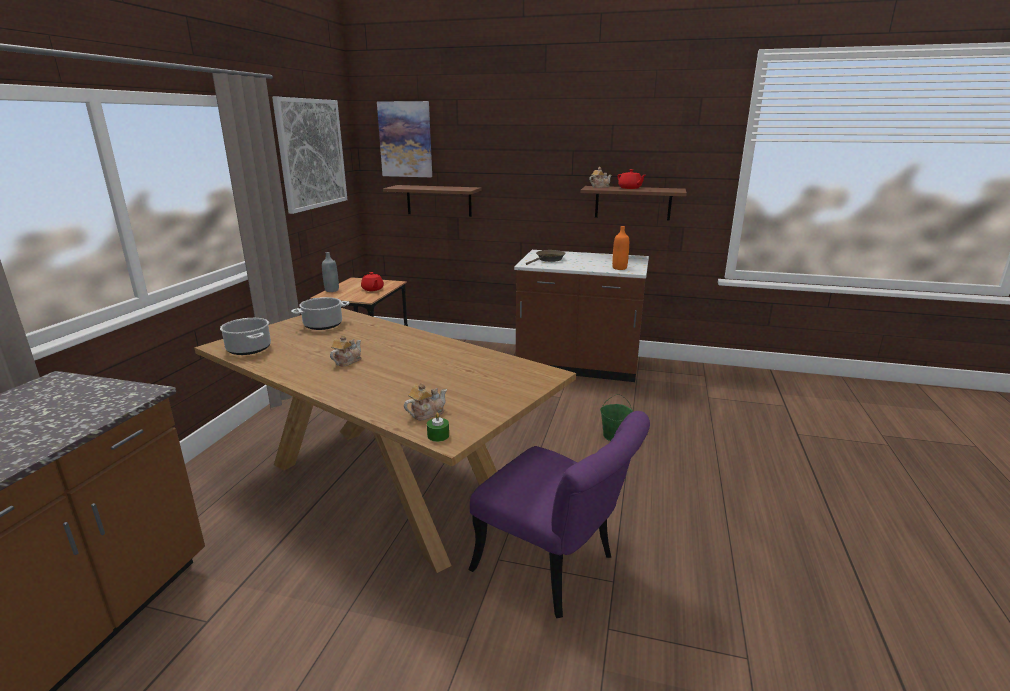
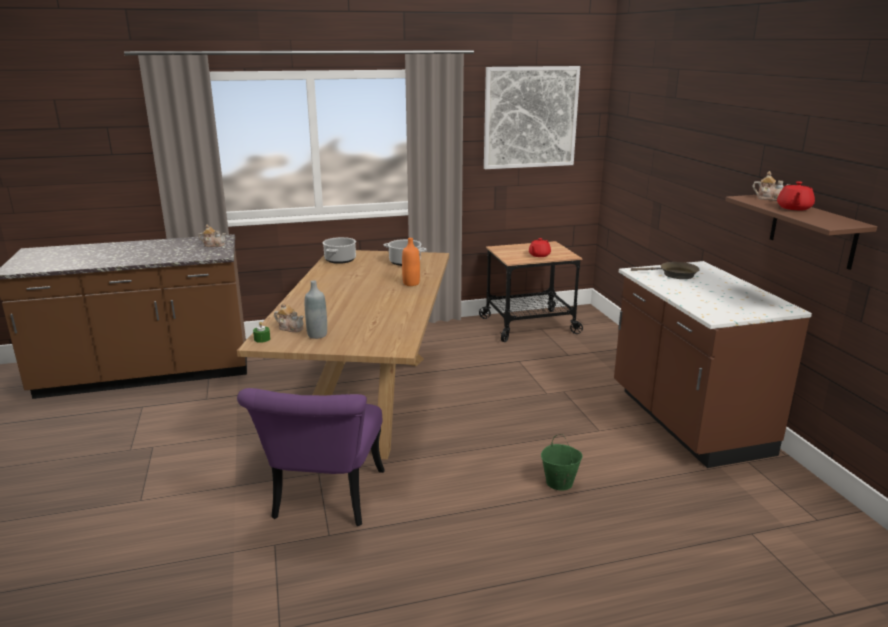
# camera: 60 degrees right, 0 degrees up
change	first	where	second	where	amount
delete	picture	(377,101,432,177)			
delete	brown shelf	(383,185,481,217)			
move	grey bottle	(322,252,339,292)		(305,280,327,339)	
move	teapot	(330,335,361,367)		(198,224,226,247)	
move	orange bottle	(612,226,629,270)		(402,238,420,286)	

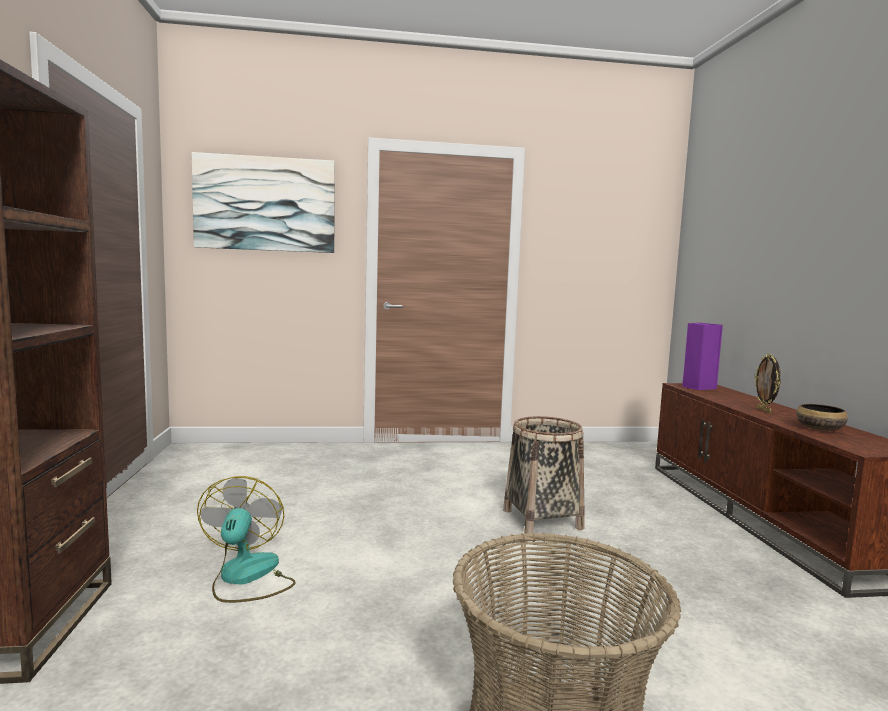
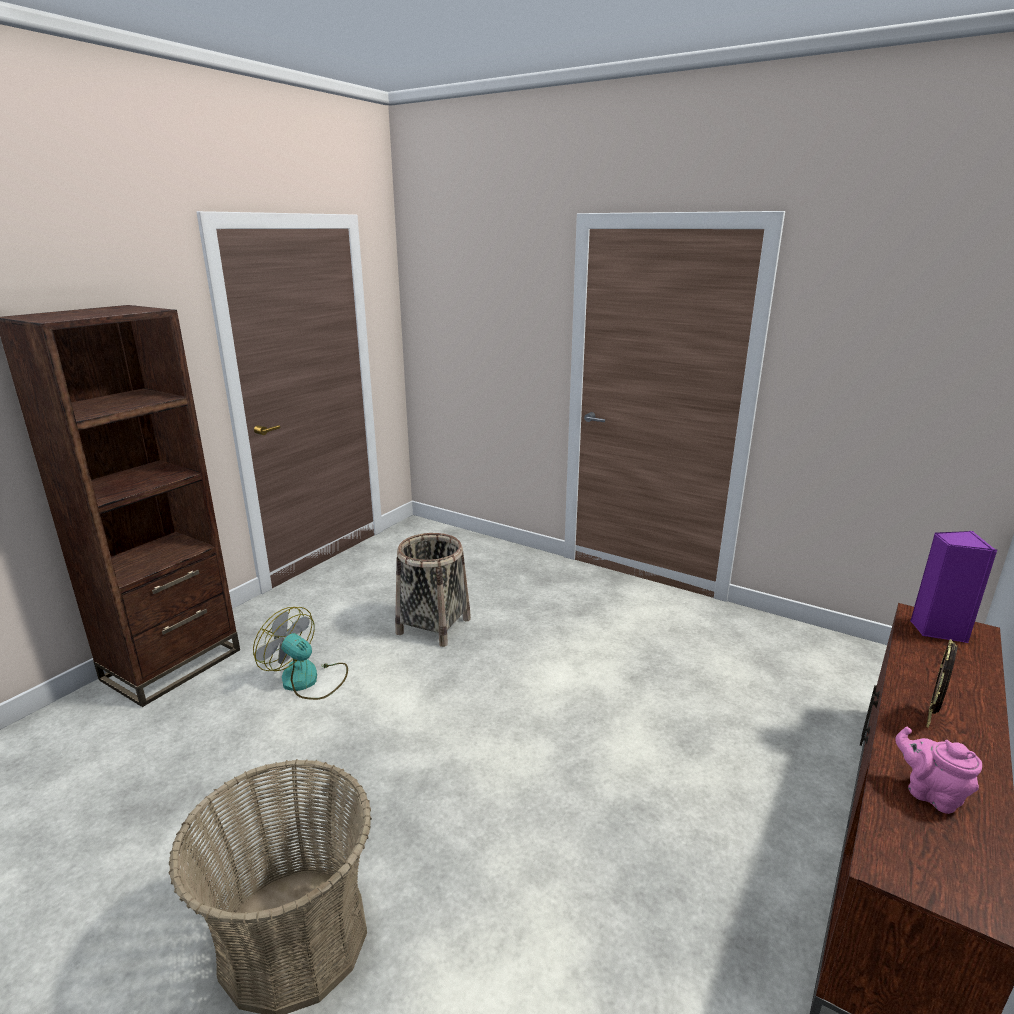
# camera: 40 degrees right, 15 degrees up
change	first	where	second	where	amount
delete	picture	(192,152,335,253)			
move	basket	(503,416,585,534)		(395,533,471,647)	
replace	bowl	(796,404,848,431)	pink teapot	(895,727,982,814)	
rotate	fan	(197,476,296,603)		(253,607,348,700)	90 degrees counterclockwise

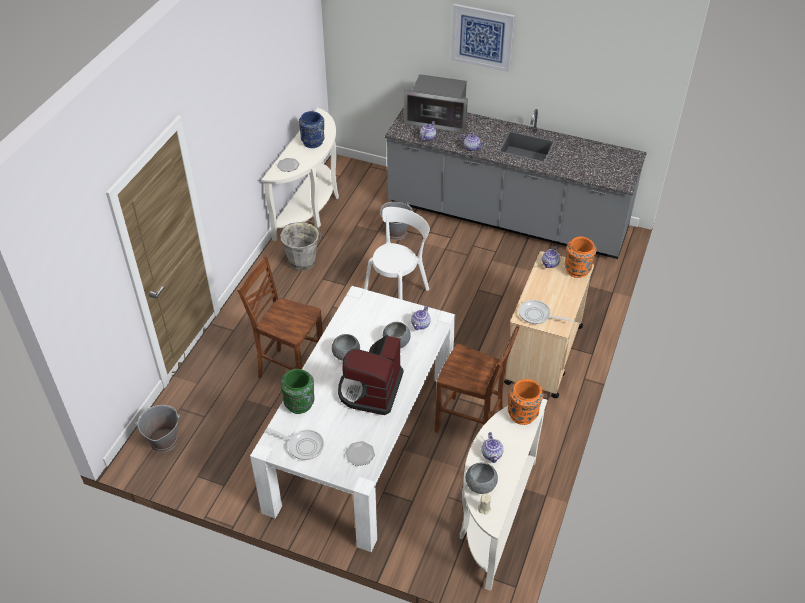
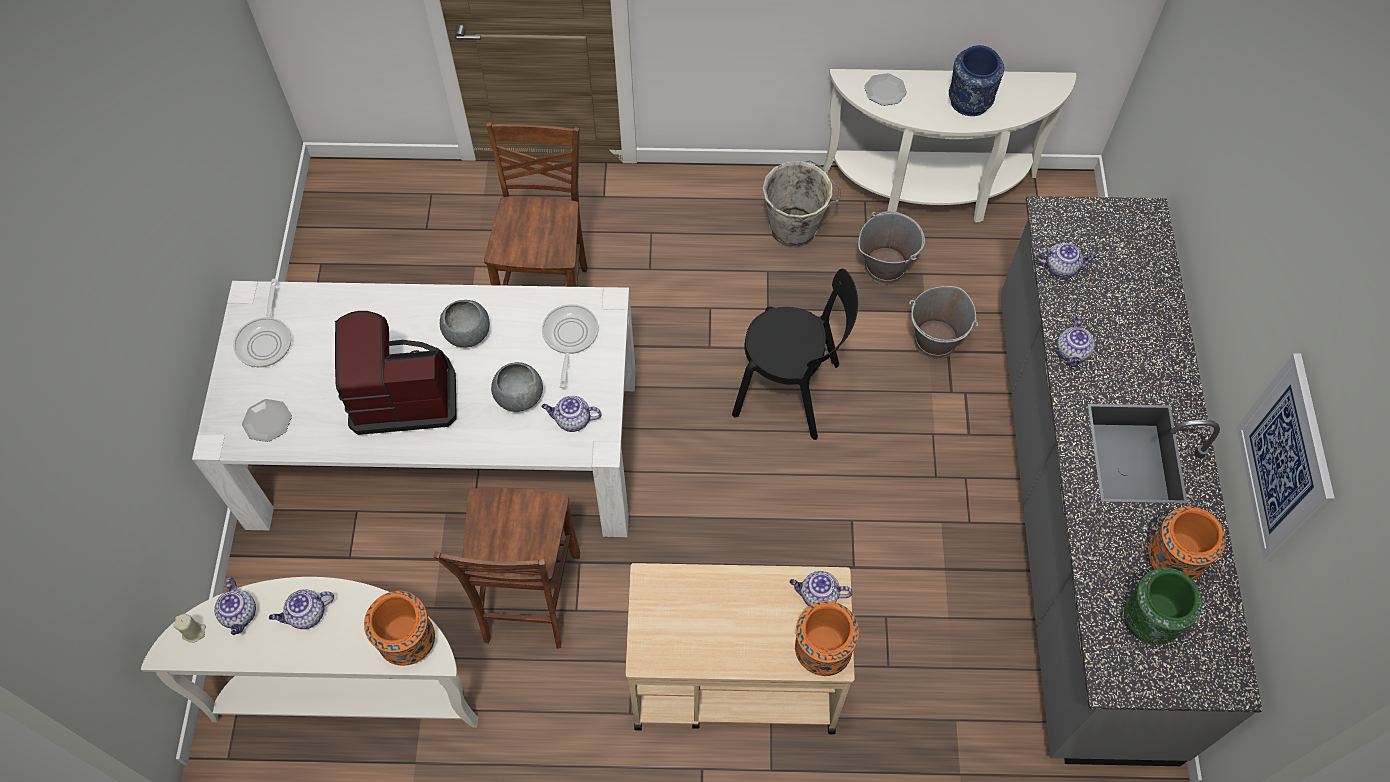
# camera: 70 degrees right, 15 degrees up
change	first	where	second	where	amount
delete	microwave	(404,74,468,133)			
insert			orange vase	(1148,507,1226,580)	
move	grey bucket	(135,405,180,452)		(858,211,925,285)	
move	green vase	(281,369,315,414)		(1124,568,1202,644)	
move	picture	(451,4,515,72)		(1237,353,1335,561)	
move	frying pan	(519,300,573,324)		(542,304,599,388)	
replace	grey bowl	(466,463,498,494)	teapot	(214,577,256,635)	
recolor	white chair	(364,207,430,300)	black chair	(732,269,858,440)	

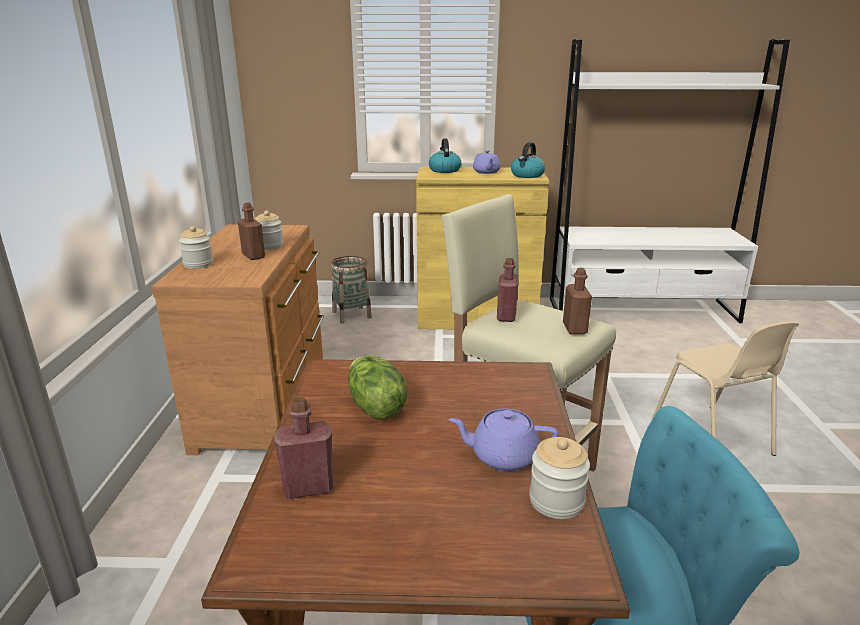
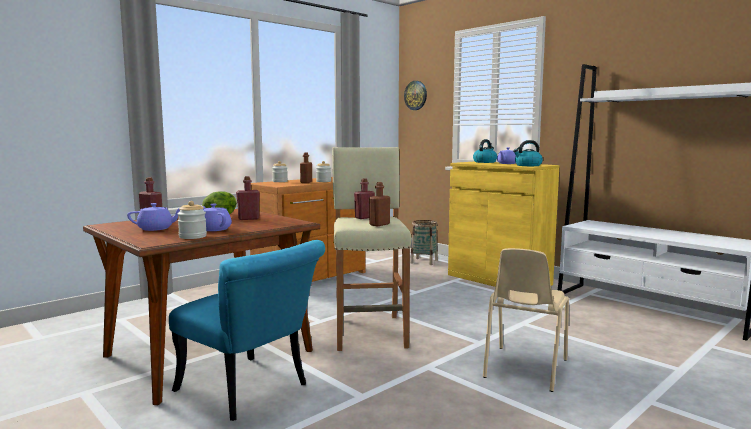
# camera: 45 degrees right, 15 degrees down
change	first	where	second	where	amount
insert			purple teapot	(127,203,180,231)	
insert			red bottle	(236,176,260,220)	
insert			wall clock	(404,81,427,110)	

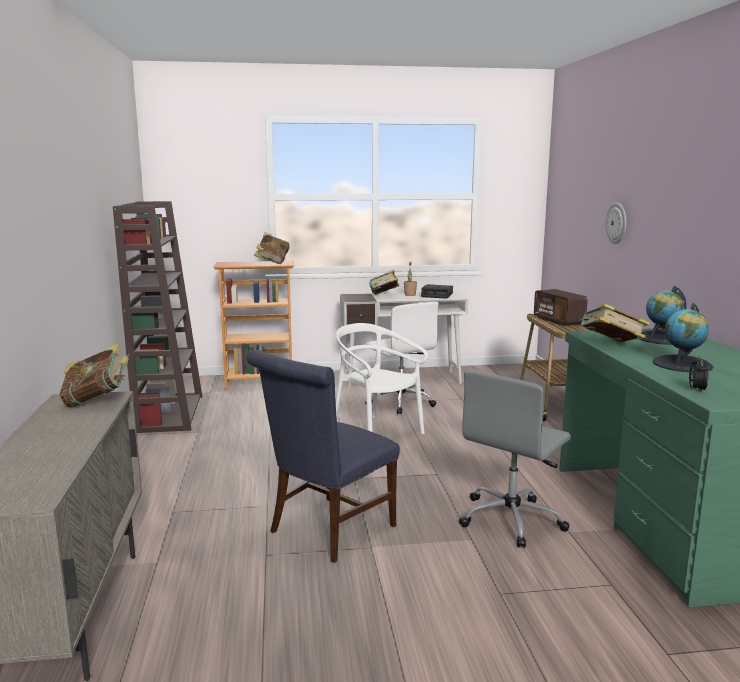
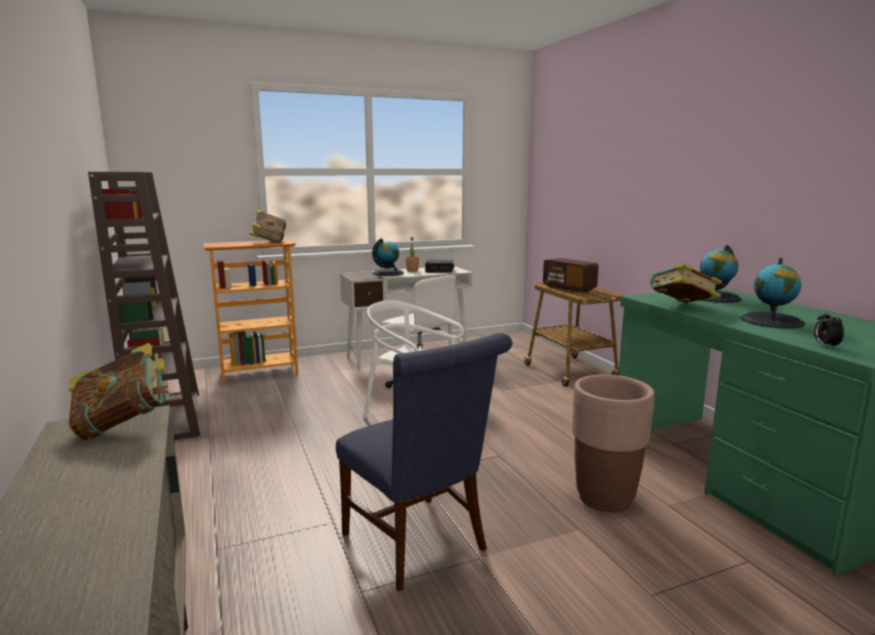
# camera: 15 degrees left, 0 degrees up
change	first	where	second	where	amount
delete	wall clock	(606,202,626,244)			
replace	book	(369,269,399,295)	globe	(372,238,404,276)	
replace	grey office chair	(459,371,571,548)	brown planter	(572,374,655,512)	
rotate	blue chair	(246,350,400,563)		(336,333,512,591)	60 degrees counterclockwise

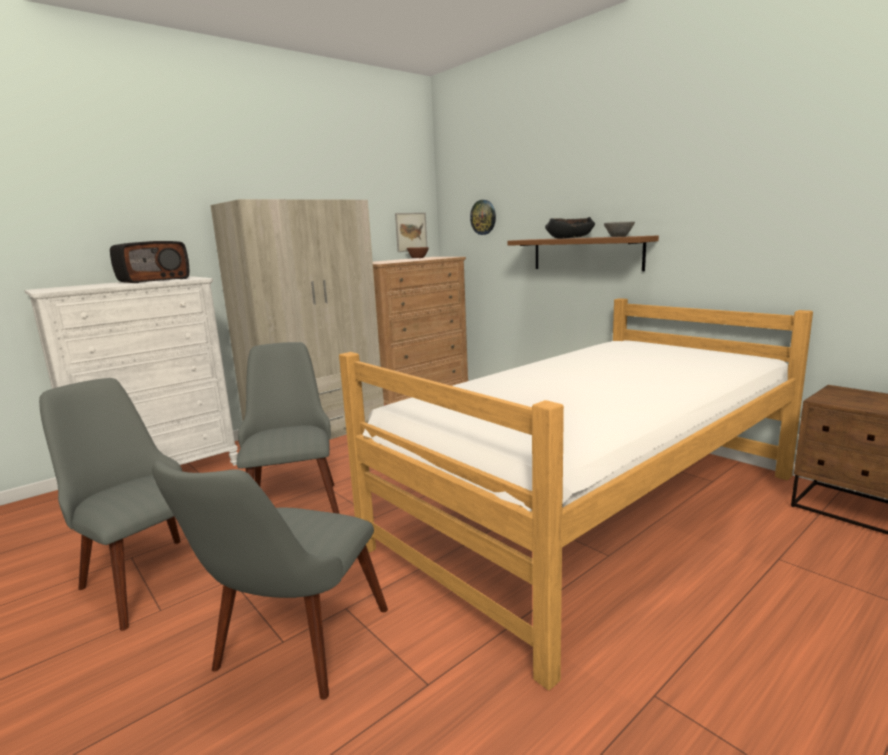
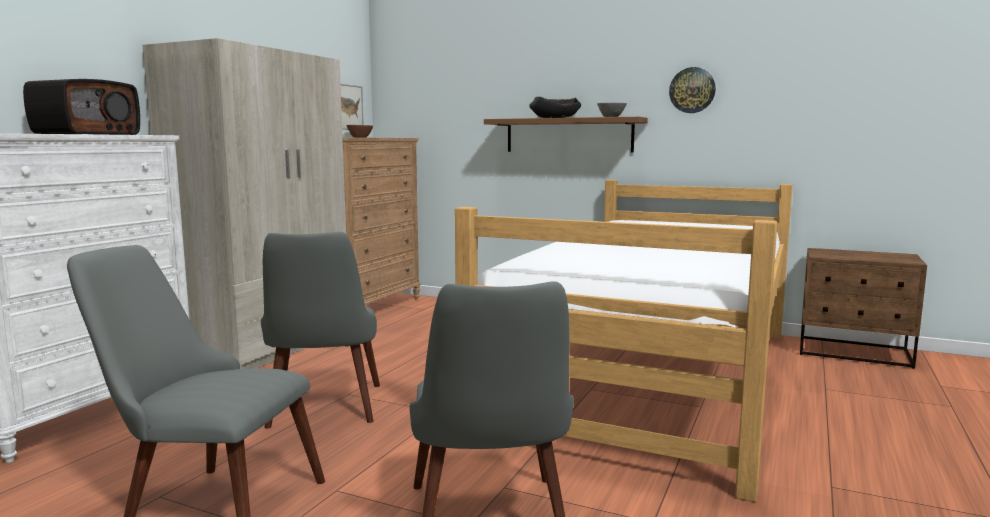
# camera: 25 degrees left, 5 degrees down
change	first	where	second	where	amount
move	wall clock	(470,200,496,235)		(669,67,716,113)	
rotate	grey chair	(237,342,339,514)		(261,232,380,429)	150 degrees counterclockwise

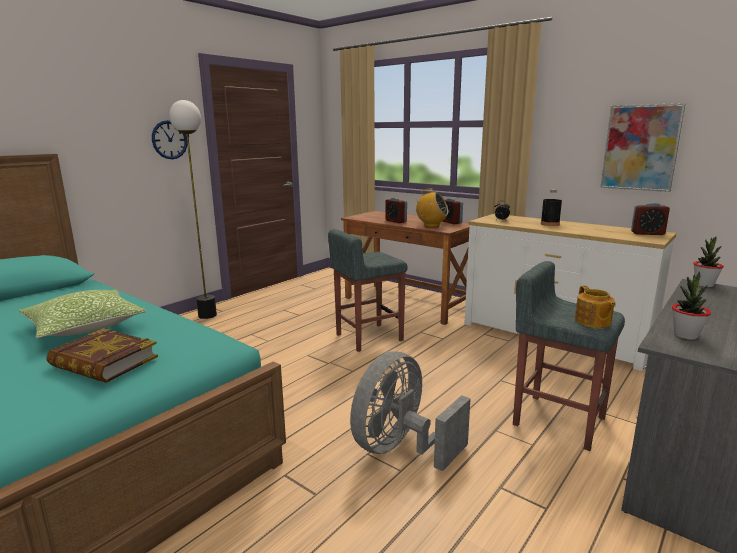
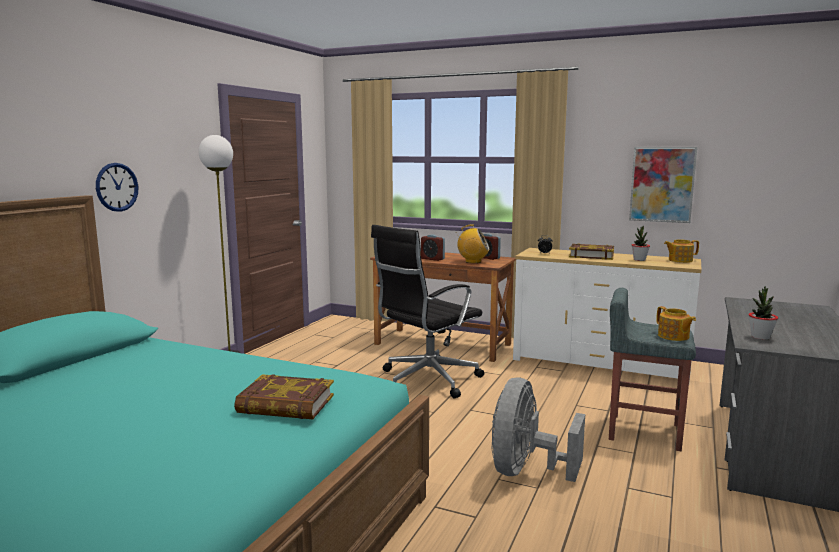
# camera: 15 degrees left, 5 degrees down
change	first	where	second	where	amount
delete	pillow	(19,290,146,338)			
move	wall clock	(152,120,187,159)		(96,163,138,212)	
move	potted plant	(693,236,724,287)		(632,225,650,261)	
replace	grey stool	(328,229,408,352)	black office chair	(371,225,484,399)	
replace	black bottle	(541,189,562,226)	book	(569,243,614,260)	
replace	alarm clock	(631,202,670,235)	teapot	(664,239,699,263)	

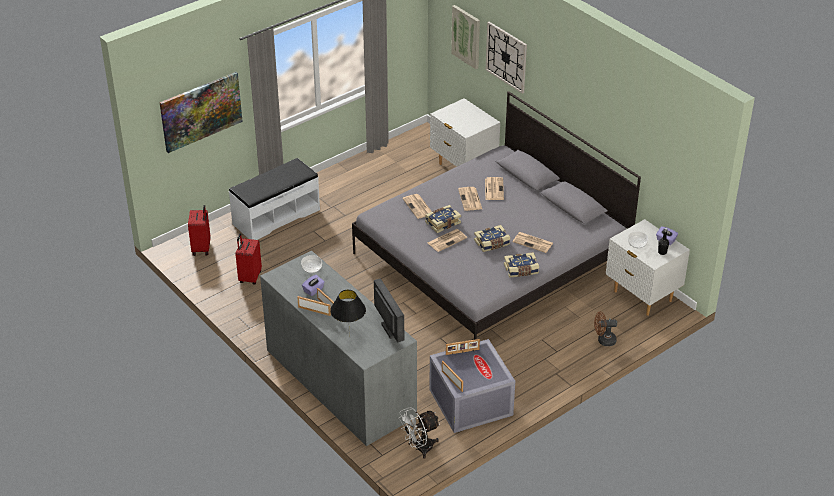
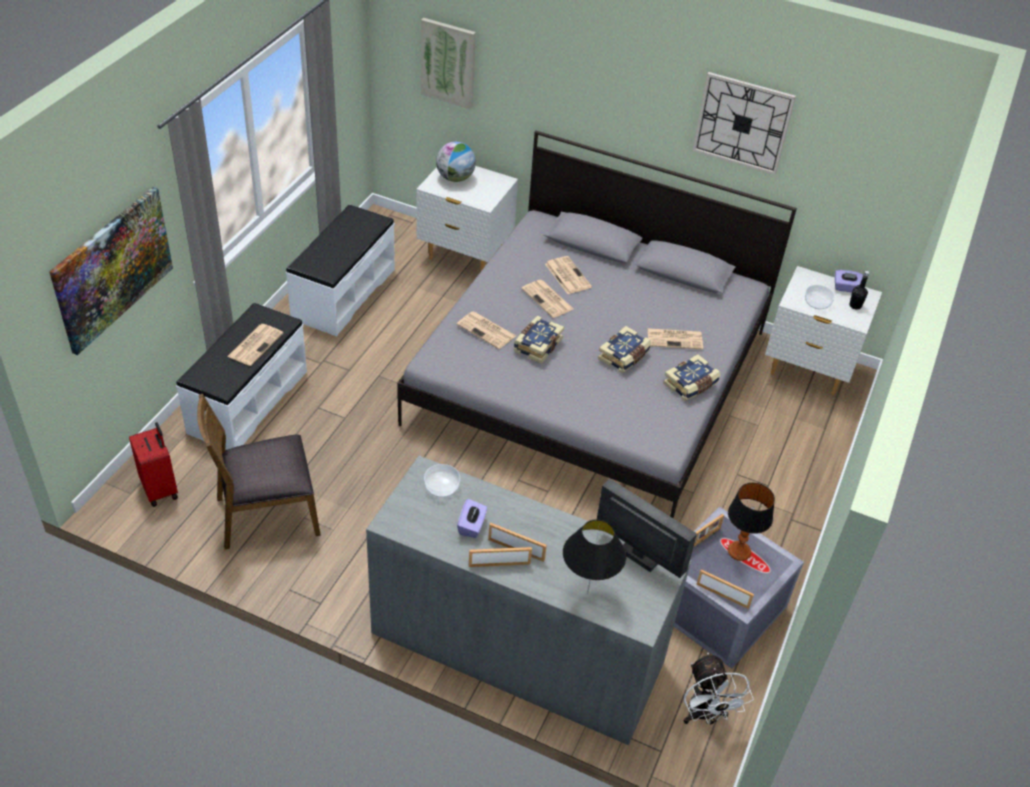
# camera: 30 degrees left, 5 degrees up
change	first	where	second	where	amount
delete	brown fan	(594,312,617,346)			
insert			white bench	(286,205,395,336)	
insert			globe	(436,142,476,182)	
insert			table lamp	(728,483,775,561)	
move	newspaper	(428,229,467,252)		(227,324,283,366)	
move	wall clock	(486,22,527,94)		(692,72,796,175)	
replace	red suitcase	(235,234,262,285)	brown chair	(197,394,321,549)	
rotate	white fan	(398,407,440,459)		(684,653,754,724)	45 degrees counterclockwise

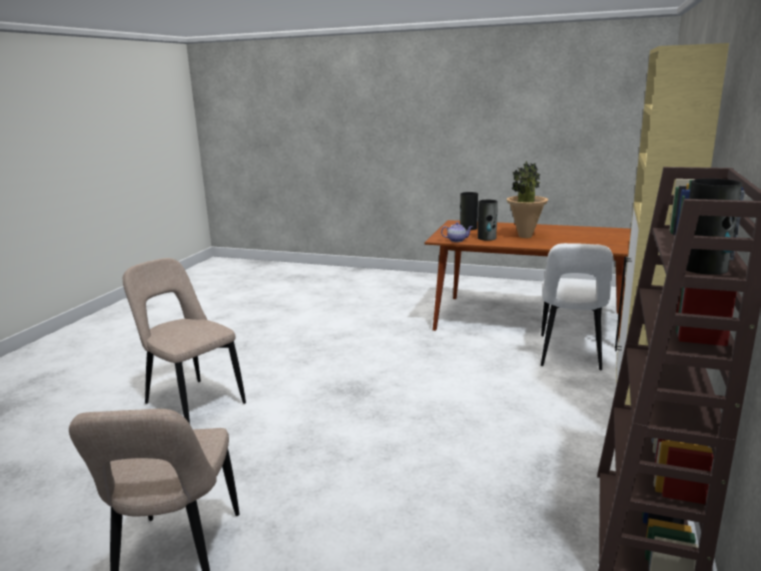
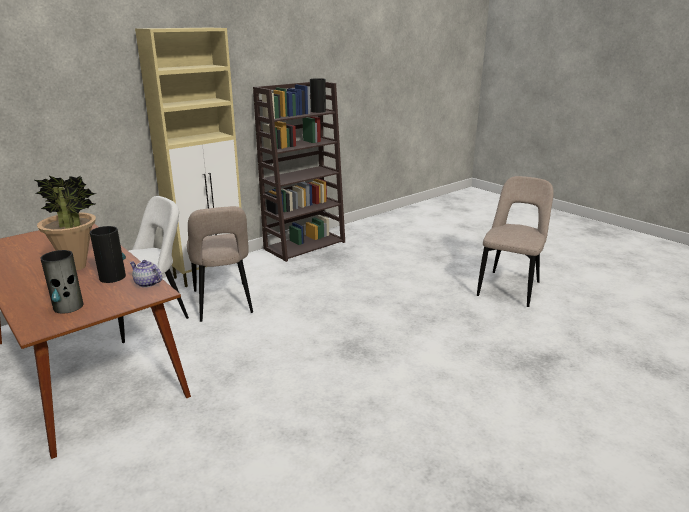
# camera: 150 degrees left, 5 degrees up
change	first	where	second	where	amount
move	beige chair	(123,258,246,424)		(187,206,253,322)	

